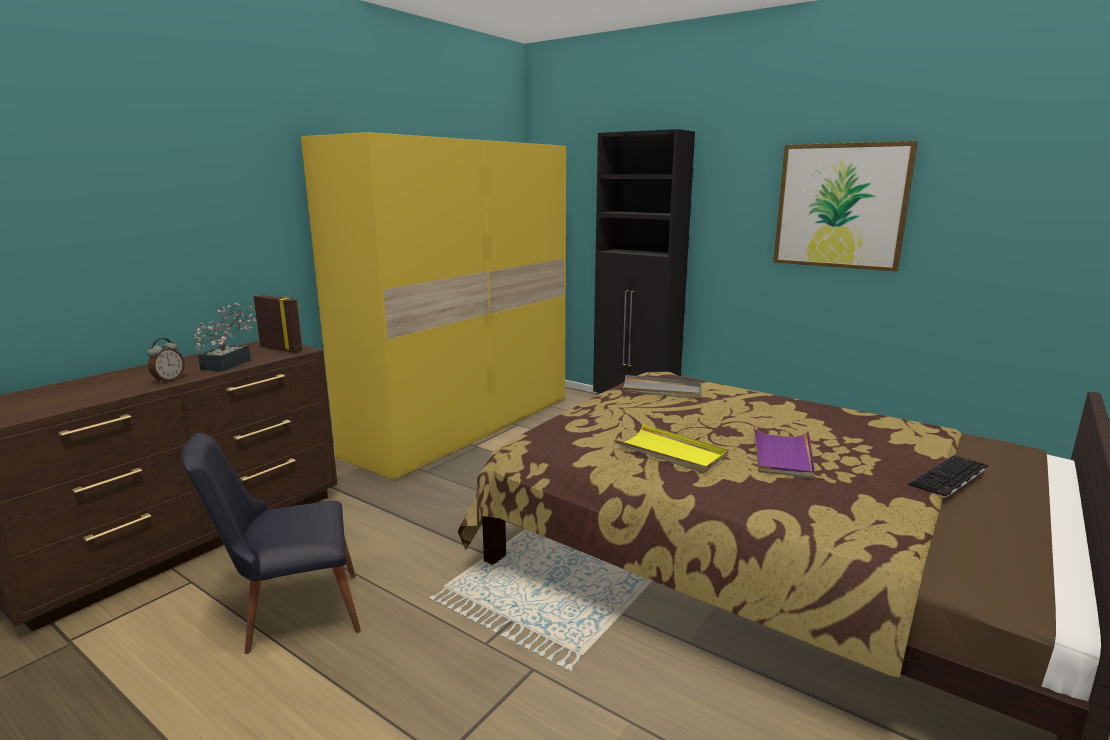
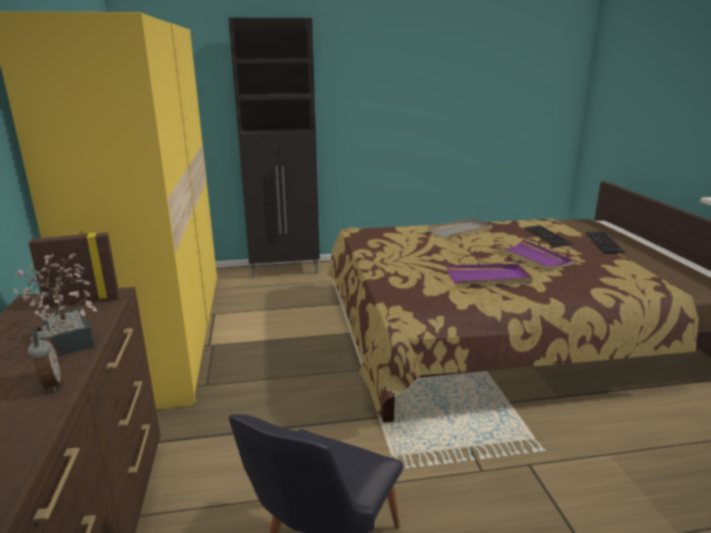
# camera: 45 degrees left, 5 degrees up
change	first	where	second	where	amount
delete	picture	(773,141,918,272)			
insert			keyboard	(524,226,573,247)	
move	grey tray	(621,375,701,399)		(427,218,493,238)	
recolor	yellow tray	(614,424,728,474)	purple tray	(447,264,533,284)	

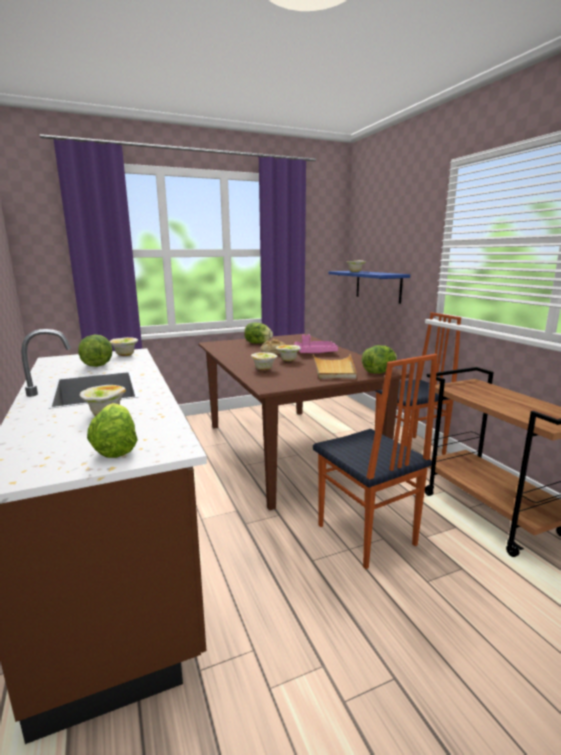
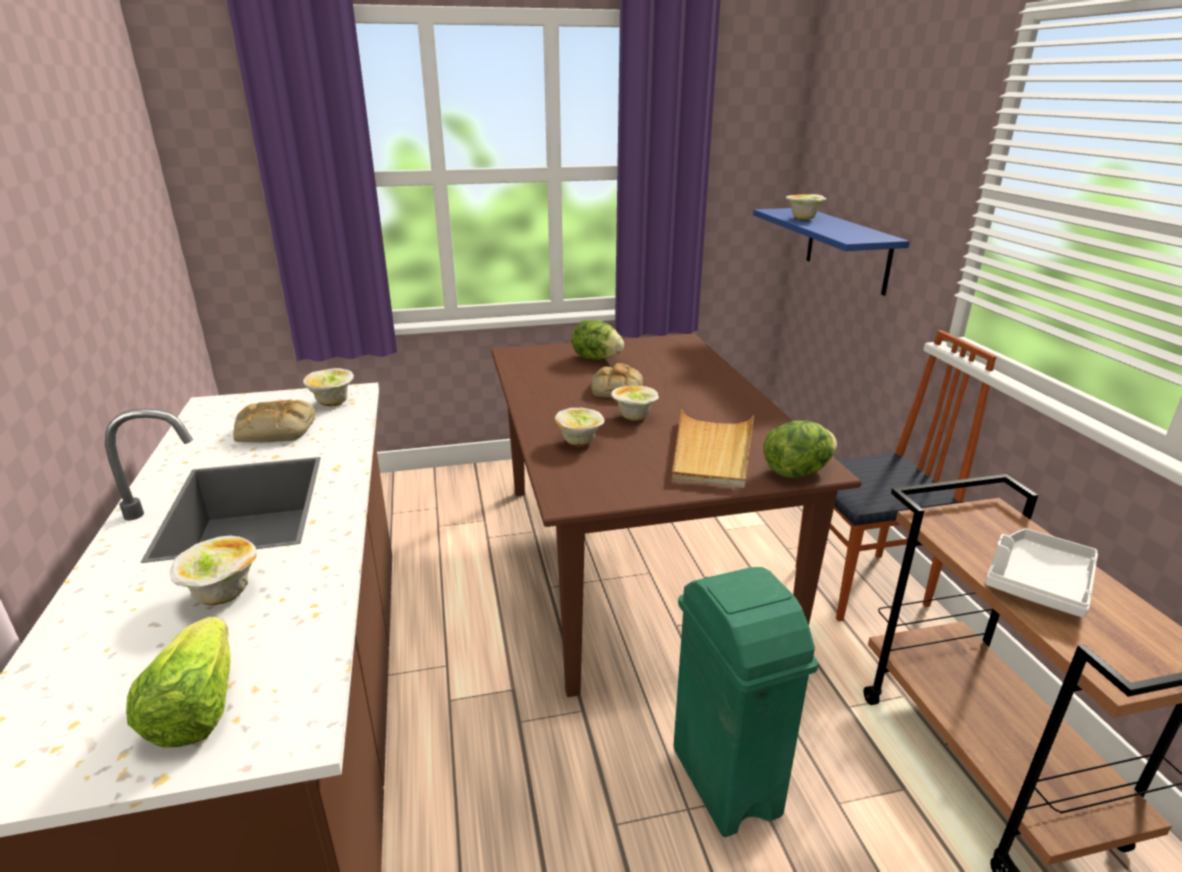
# camera: 10 degrees right, 10 degrees up
change	first	where	second	where	amount
delete	pink tray	(294,335,338,353)			
insert			white tray	(985,529,1098,618)	
replace	lettuce	(78,335,113,367)	bread	(233,400,316,443)	
replace	chair	(313,354,438,569)	green trash can	(673,567,818,837)	

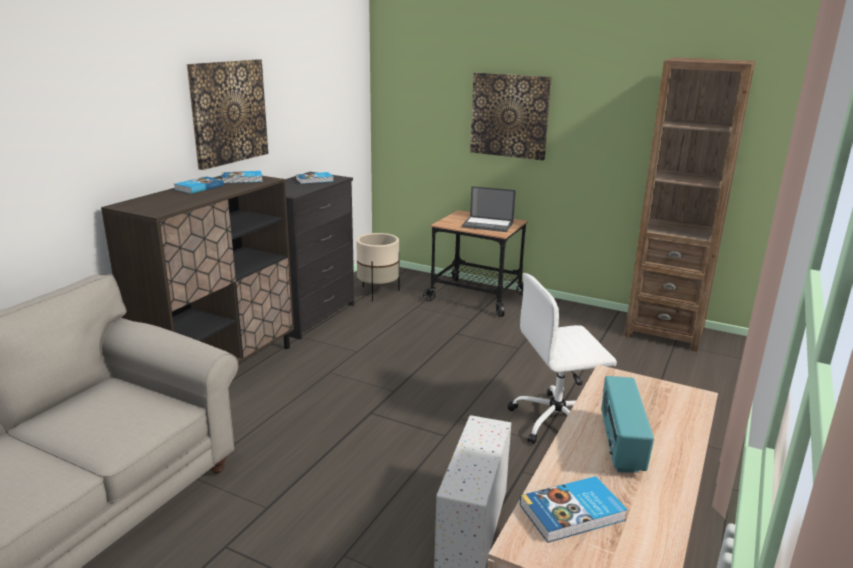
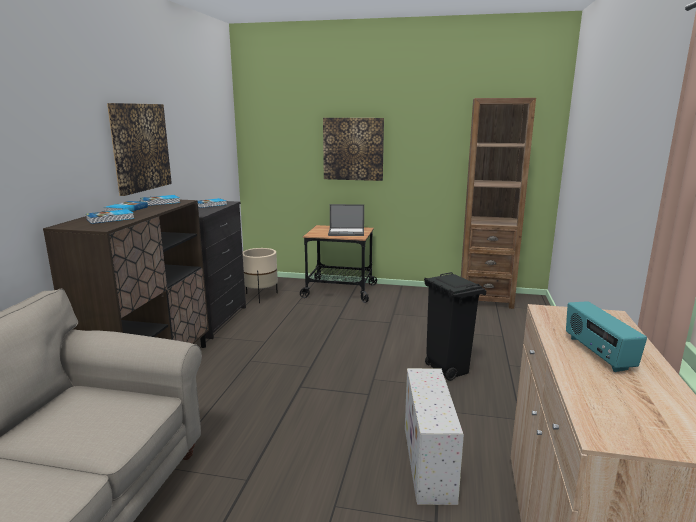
# camera: 15 degrees left, 5 degrees down
change	first	where	second	where	amount
move	book	(520,476,628,543)		(86,209,134,224)	
replace	white office chair	(508,273,617,444)	black trash can	(424,272,486,381)	

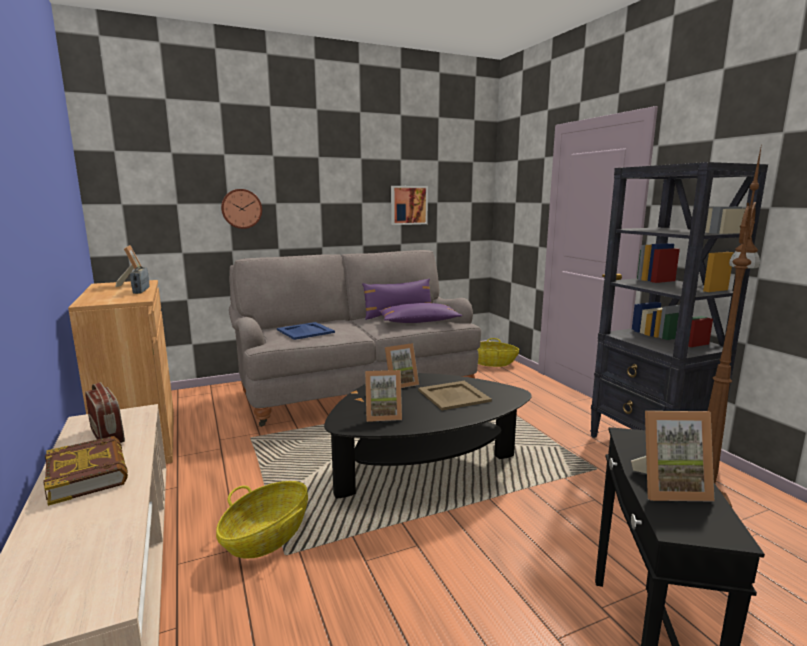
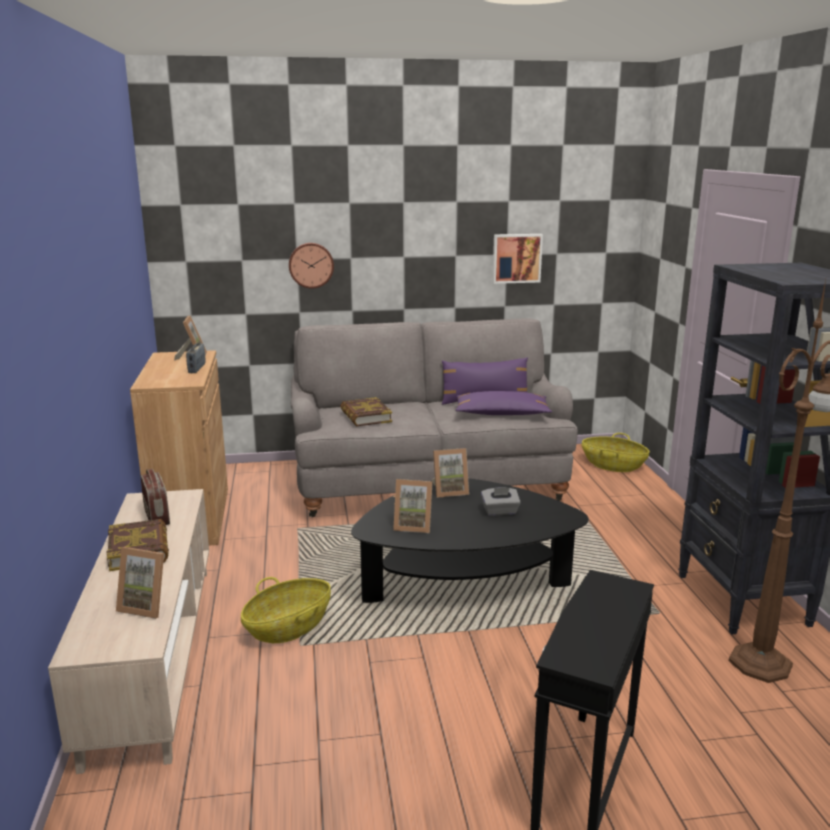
# camera: 15 degrees right, 5 degrees up
change	first	where	second	where	amount
move	picture frame	(631,411,715,502)		(116,547,164,619)	
replace	blue tray	(277,322,335,340)	book	(340,397,392,426)	
replace	beige tray	(418,381,492,410)	grey tissue box	(481,488,521,516)	

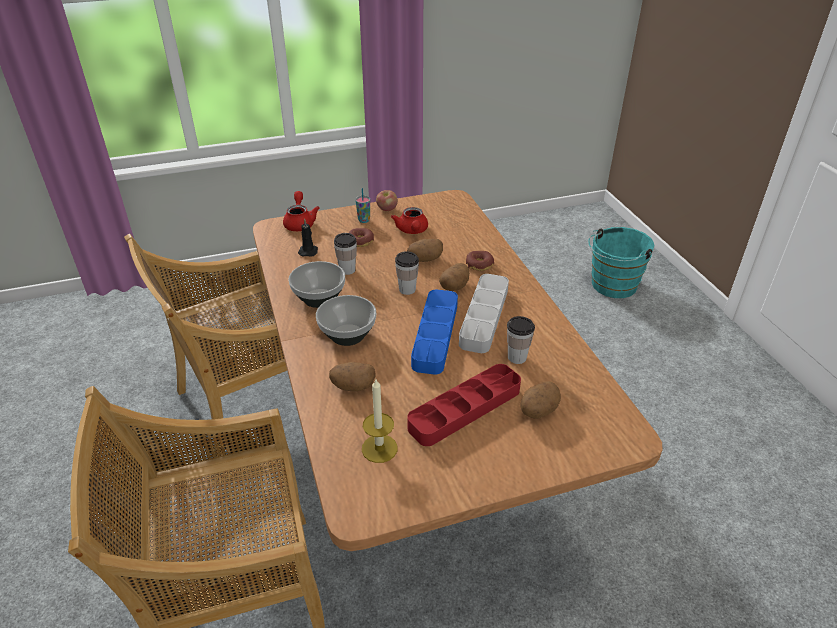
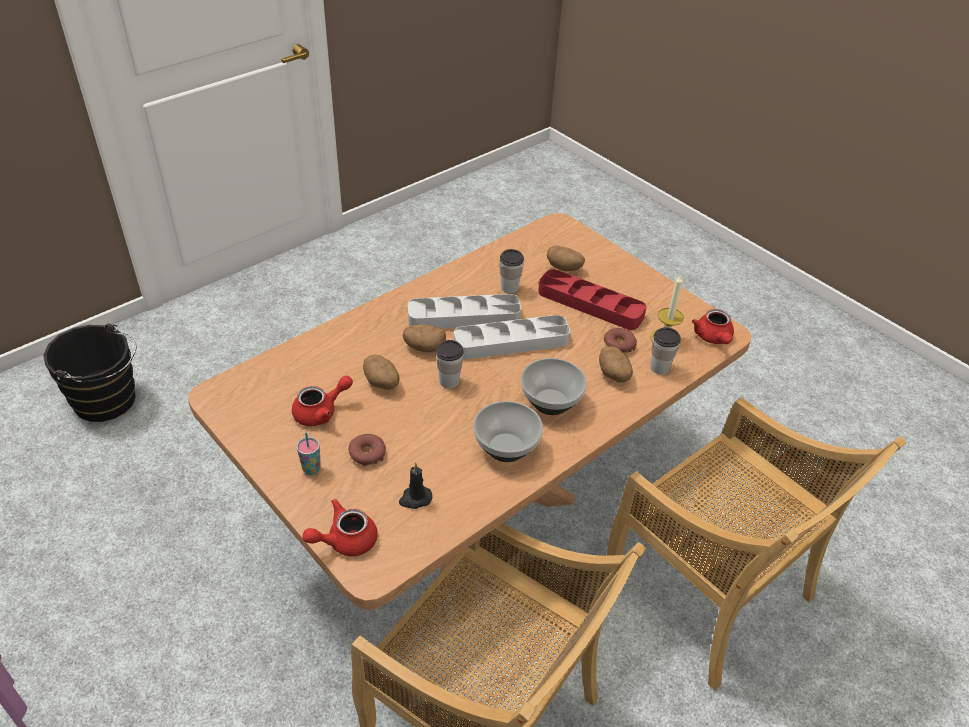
# camera: 115 degrees left, 5 degrees up
change	first	where	second	where	amount
delete	apple	(376,190,398,211)			
insert			red teapot	(692,309,734,344)	
move	cup	(334,233,357,275)		(651,327,681,375)	
move	donut	(466,251,494,271)		(604,328,637,353)	
recolor	blue tray	(411,289,458,375)	grey tray	(454,315,570,359)	
recolor	turquoise bucket	(588,227,655,298)	black bucket	(44,323,136,422)	

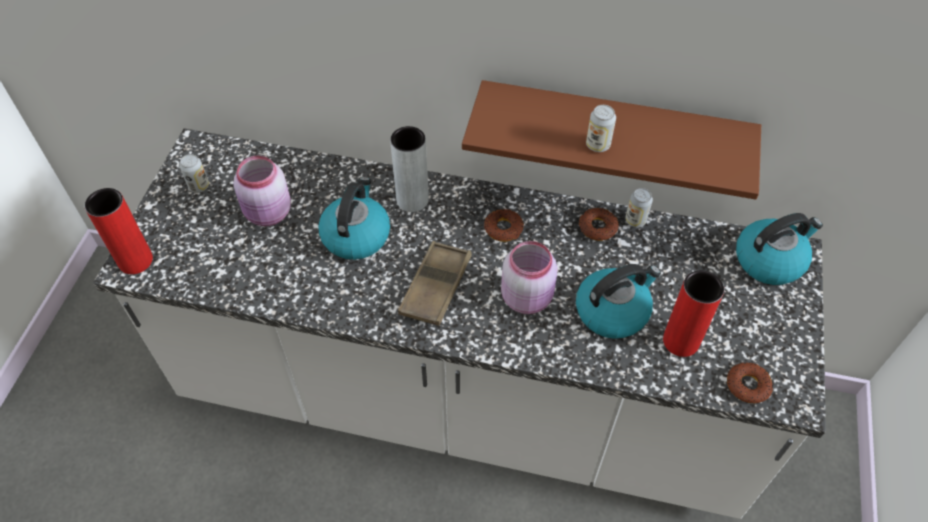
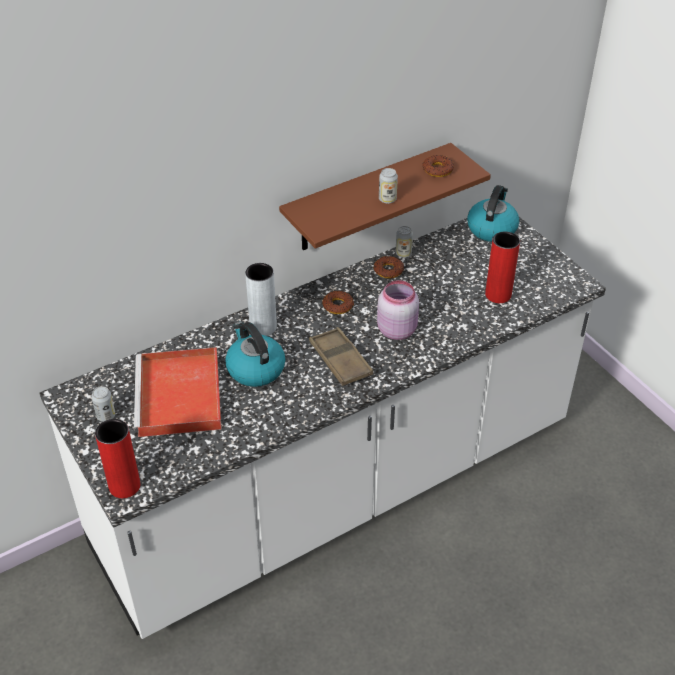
# camera: 45 degrees left, 10 degrees down
change	first	where	second	where	amount
delete	kettle	(576,264,661,339)			
move	donut	(727,362,773,403)		(422,155,454,177)	
replace	pink jar	(233,155,291,226)	red tray	(134,347,222,437)	

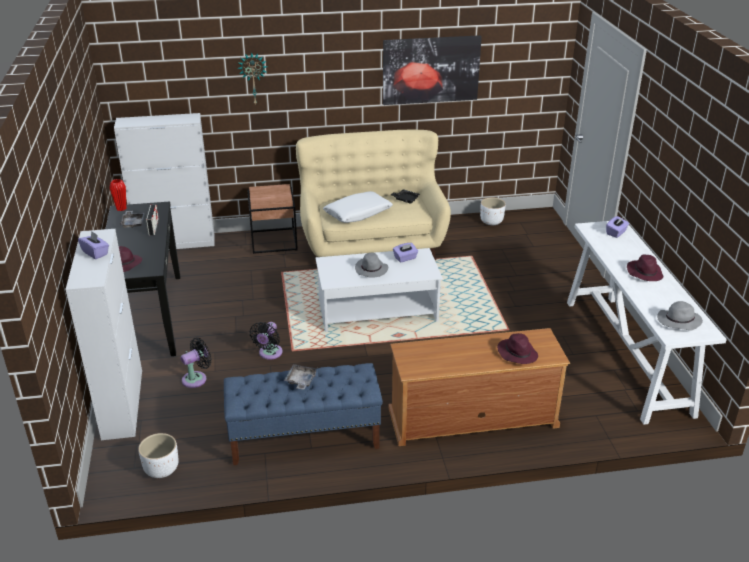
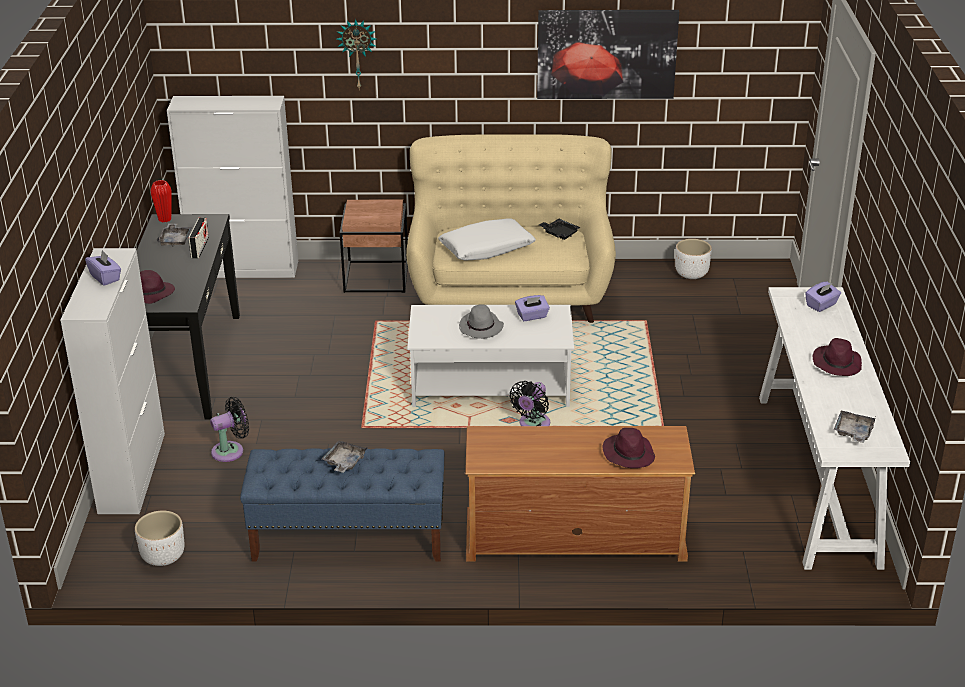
# camera: 10 degrees right, 0 degrees up
change	first	where	second	where	amount
move	black fan	(250,322,283,360)		(509,381,550,426)	
replace	grey hat	(657,301,703,331)	grey tray	(834,410,876,443)	

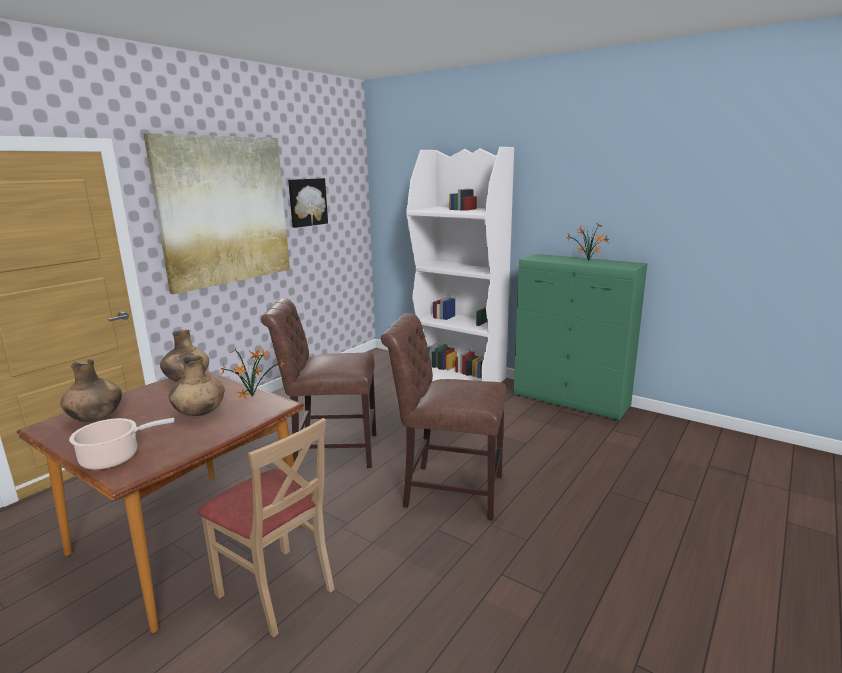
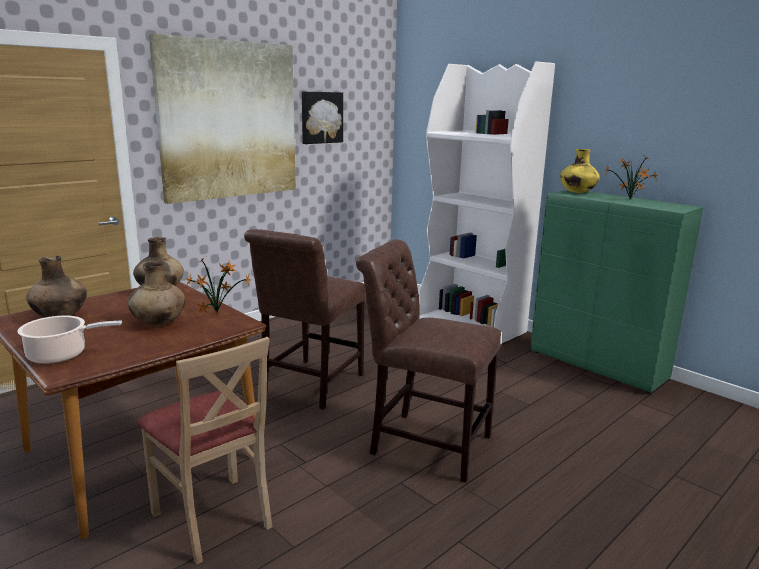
# camera: 10 degrees right, 0 degrees up
change	first	where	second	where	amount
insert			yellow vase	(560,149,600,193)	
rotate	brown chair	(261,298,376,468)		(244,229,366,409)	75 degrees counterclockwise

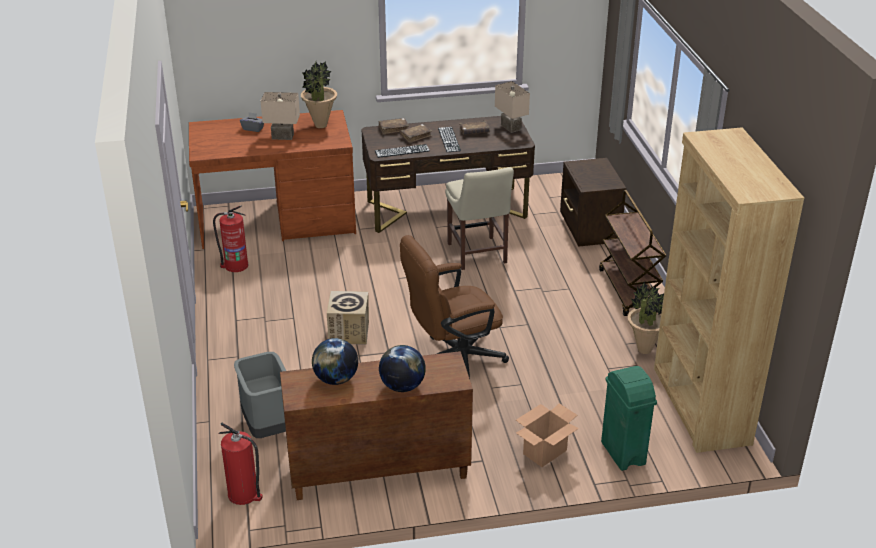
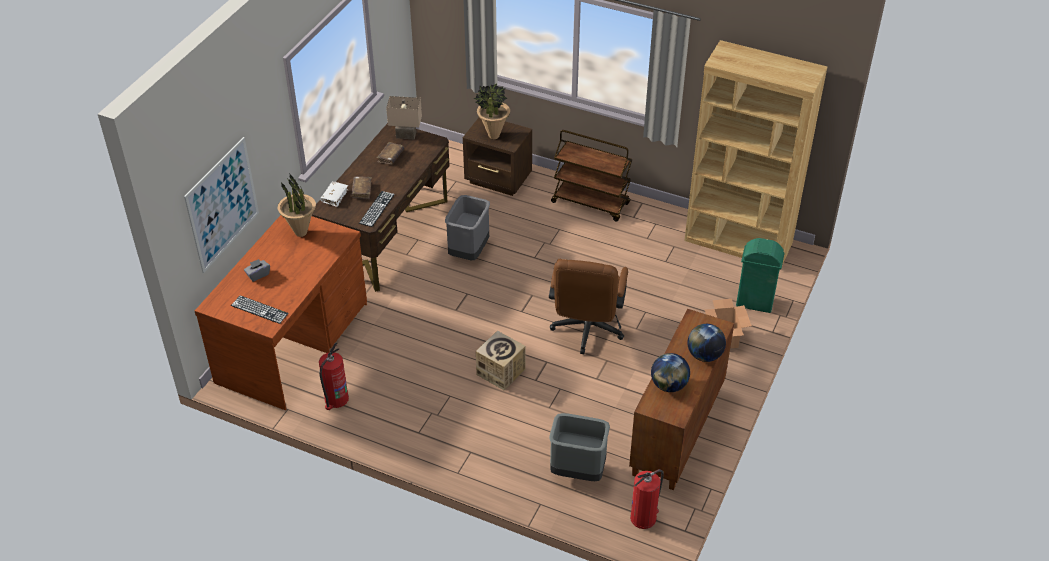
# camera: 55 degrees left, 10 degrees up
change	first	where	second	where	amount
delete	beige table lamp	(261,92,300,140)			
insert			picture	(184,137,259,273)	
move	keyboard	(438,127,461,152)		(231,295,289,324)	
move	potted plant	(628,281,664,354)		(473,83,510,139)	
replace	beige chair	(445,167,514,270)	grey trash can	(445,195,490,260)	
recolor	brown book	(379,118,409,135)	white book	(320,181,348,207)	

